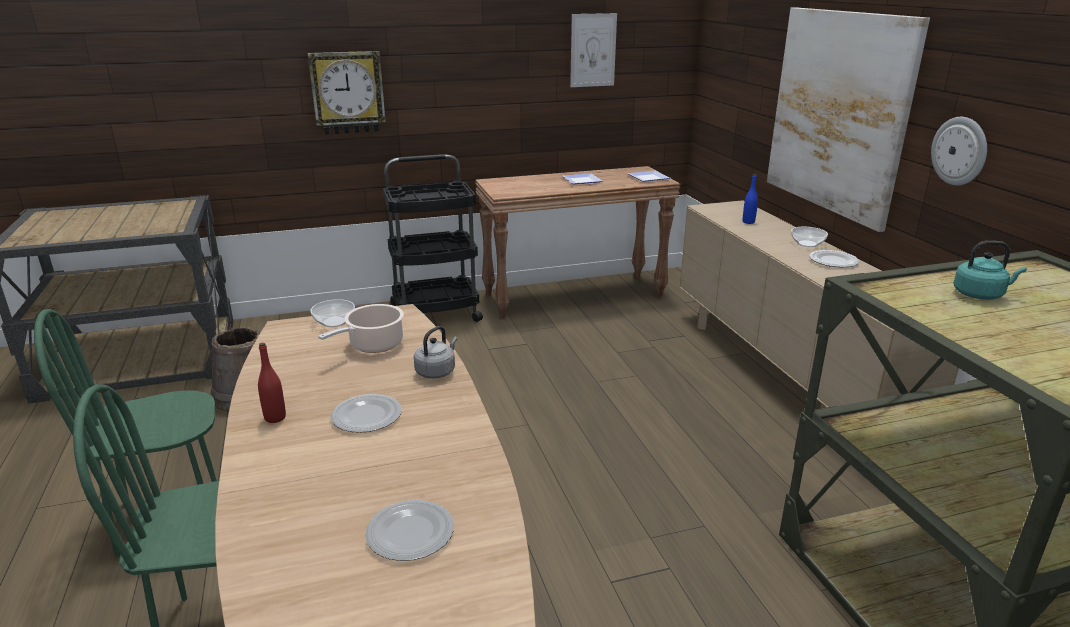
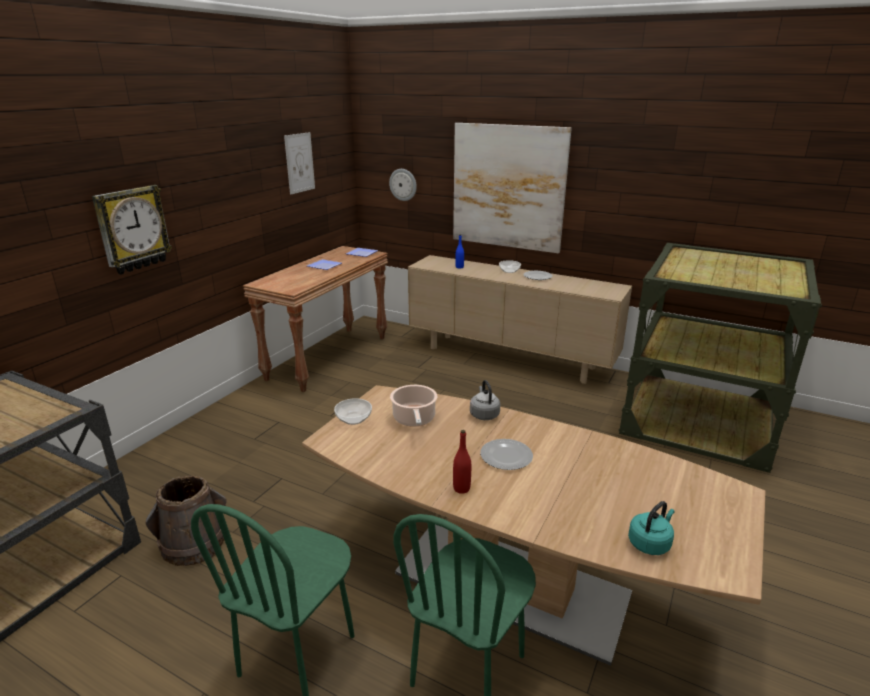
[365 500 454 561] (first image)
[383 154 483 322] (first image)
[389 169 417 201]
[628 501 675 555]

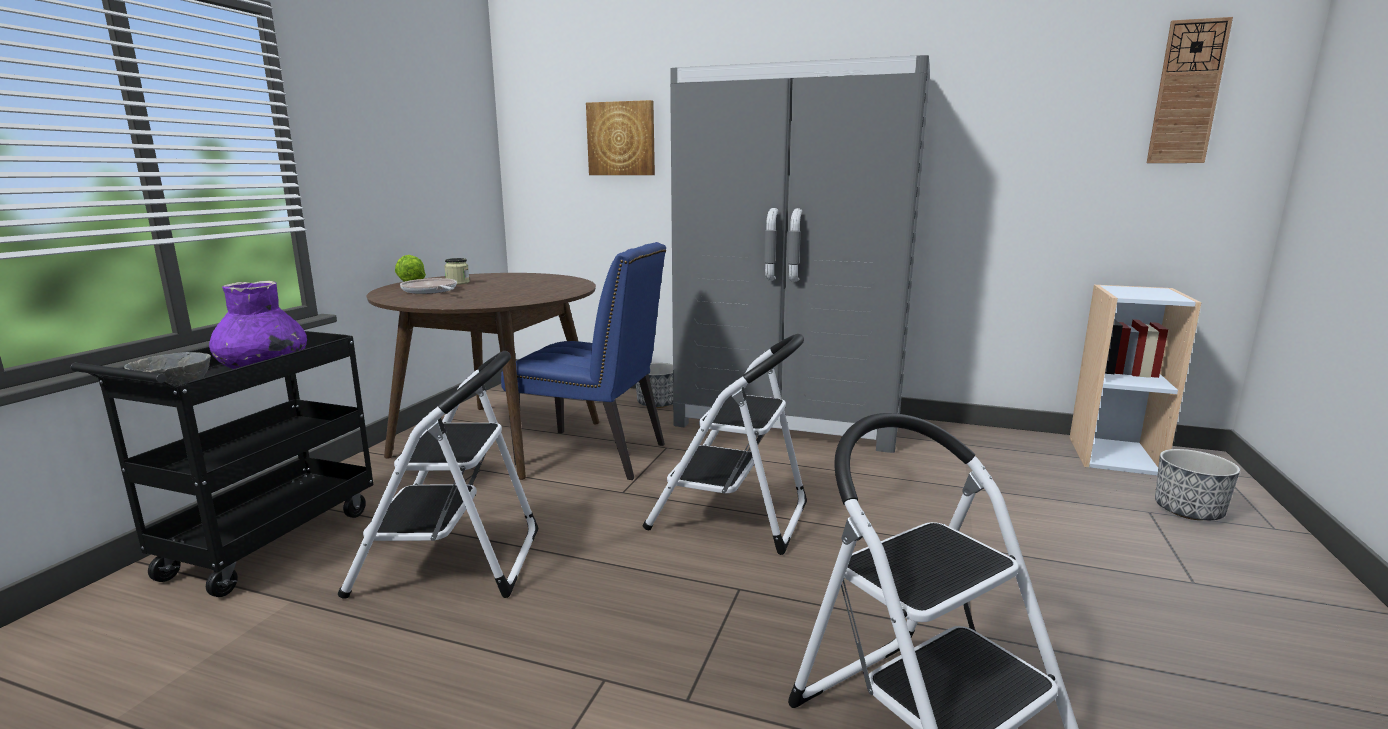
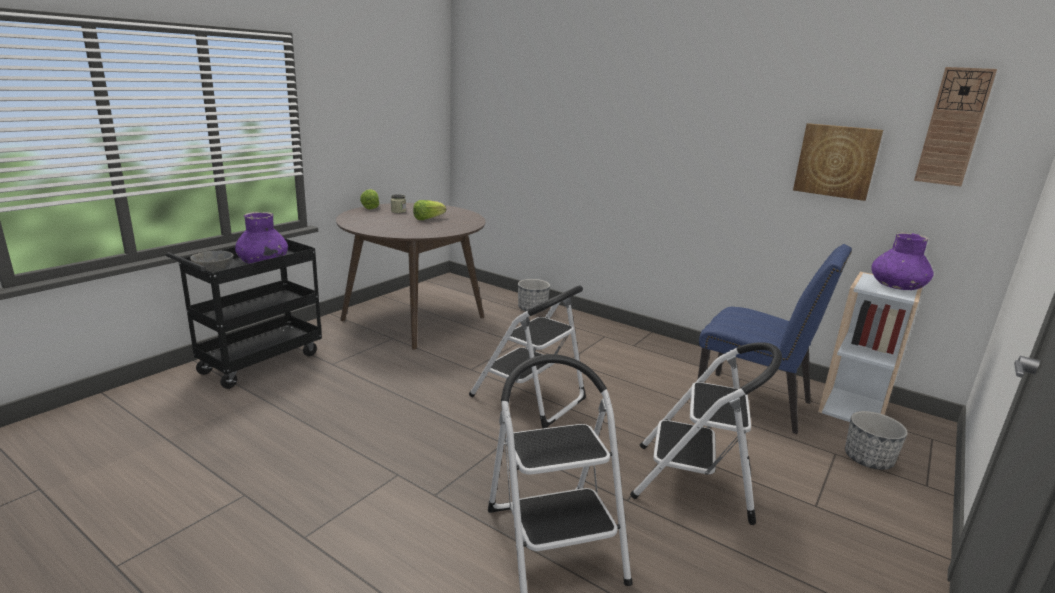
[630 342 782 525]
[400 278 457 294] (first image)
[698 244 852 434]
[793 123 883 201]
[670 55 930 453] (first image)
[413 200 446 220]
[871 232 934 290]

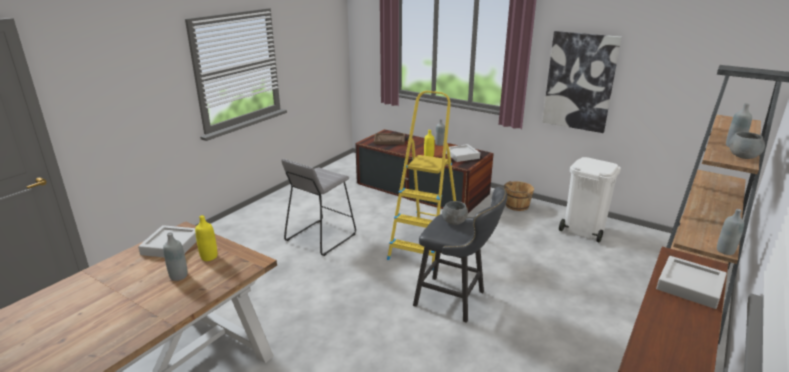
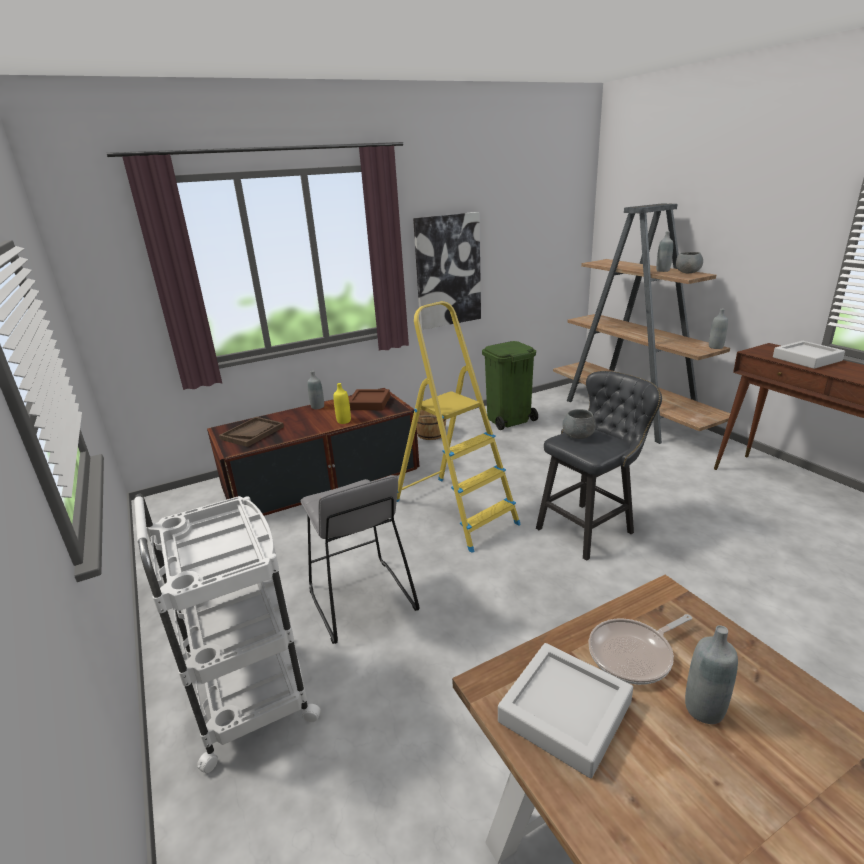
[589 614 692 685]
[349 389 390 410]
[482 341 538 430]
[134 494 321 773]

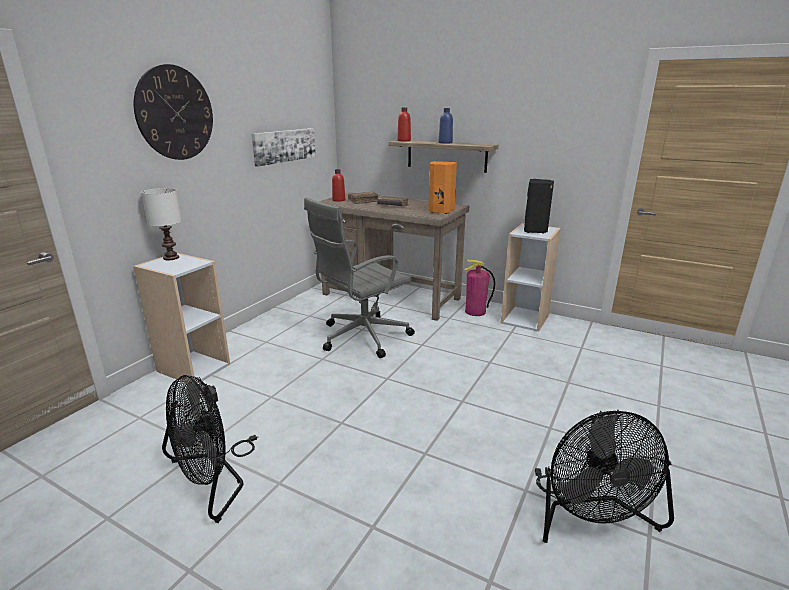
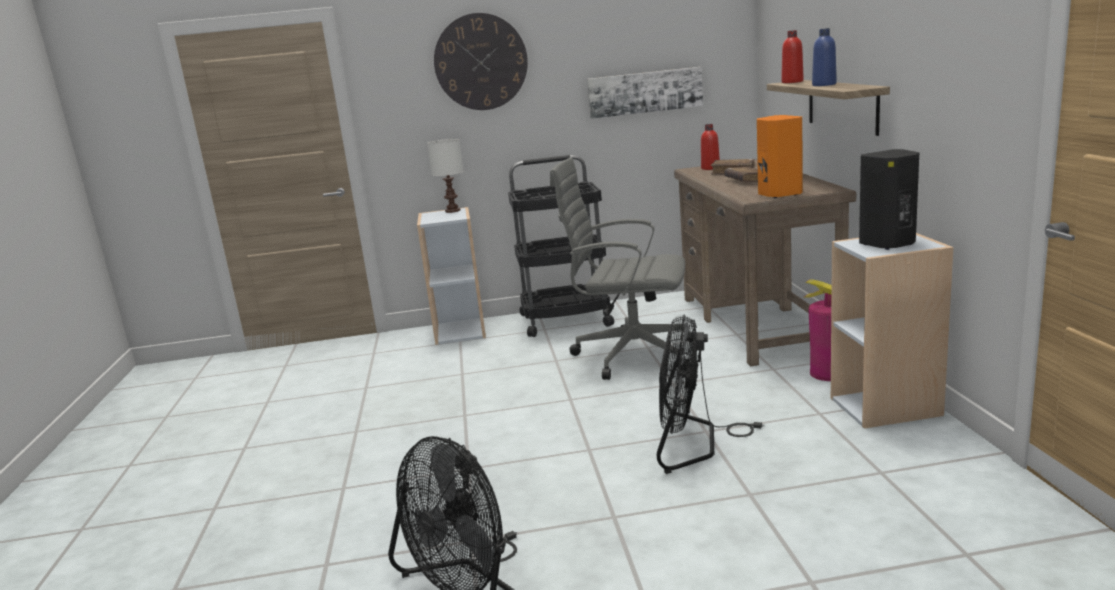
[657 315 764 474]
[508 155 614 337]

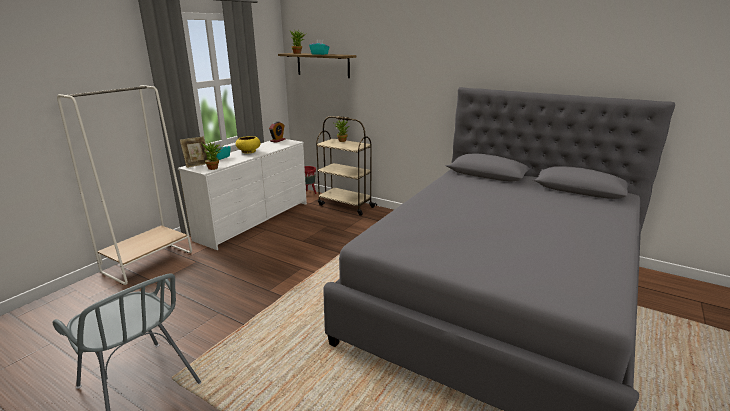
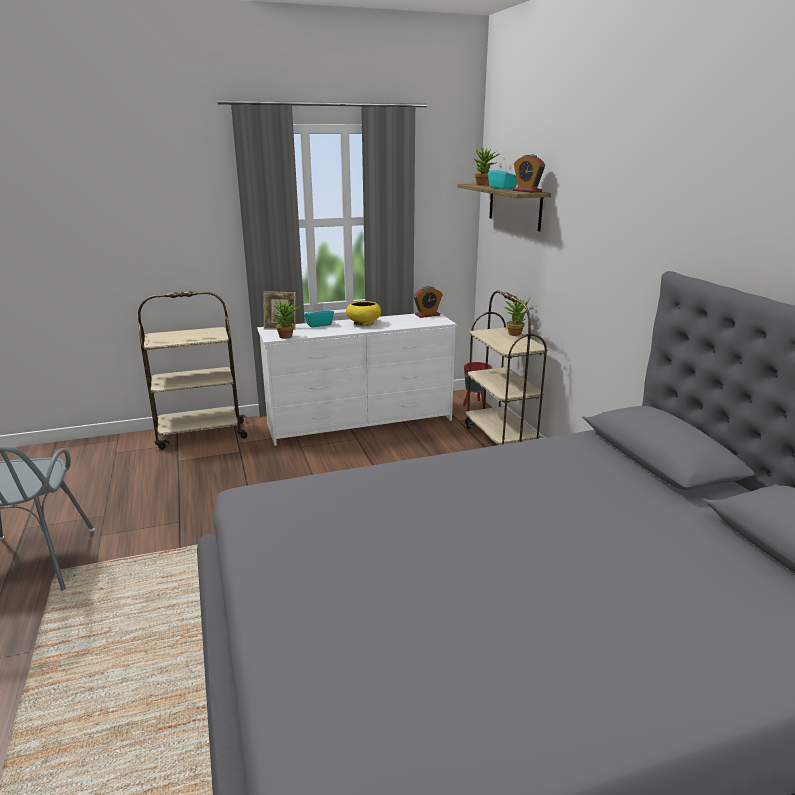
[138 291 247 450]
[513 154 545 193]

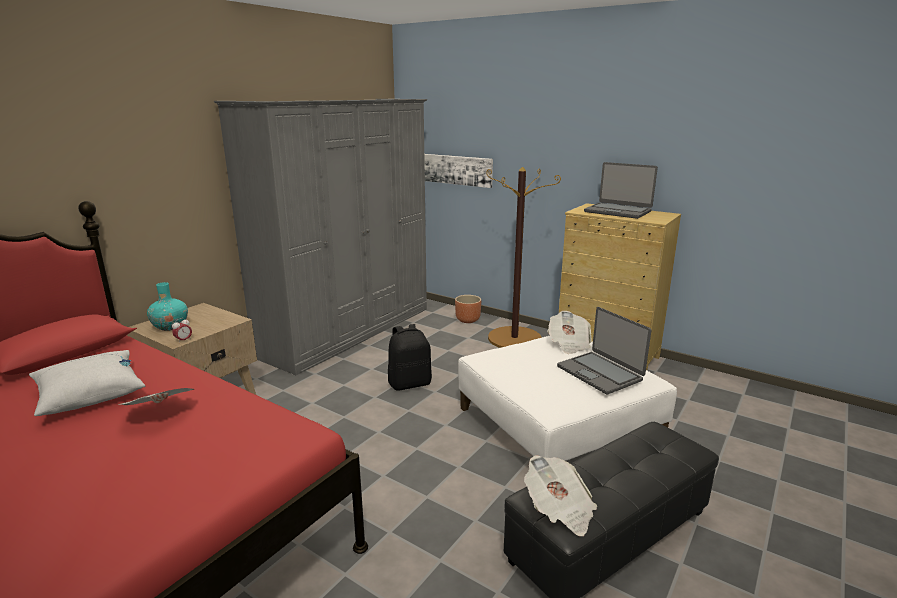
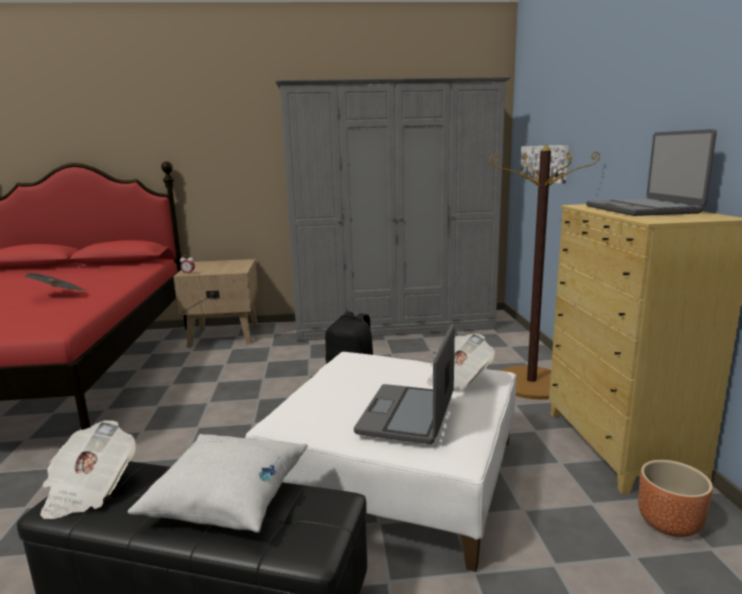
[128 434 308 533]
[147 282 188 331] (first image)
[638 460 713 537]

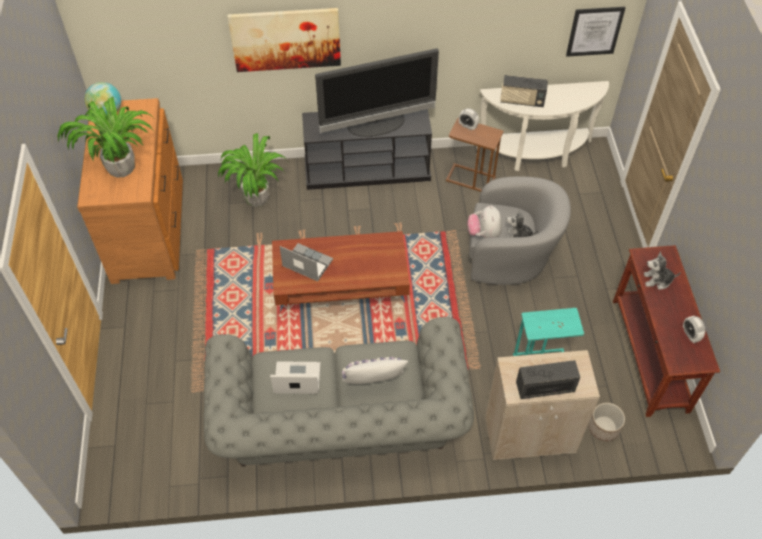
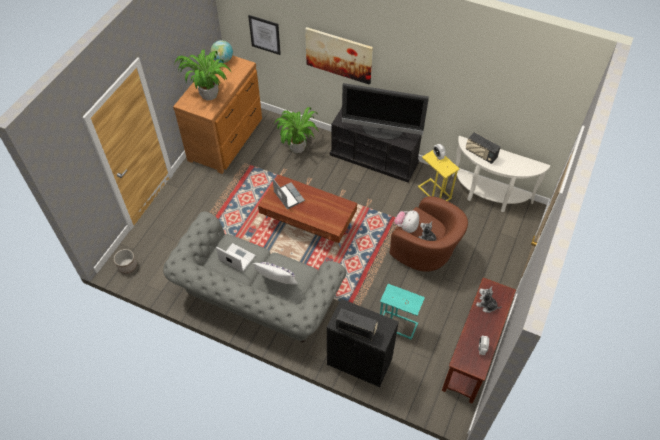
[418 150 459 201]
[389 196 468 271]
[327 299 399 387]
[248 15 281 55]
[114 249 137 274]

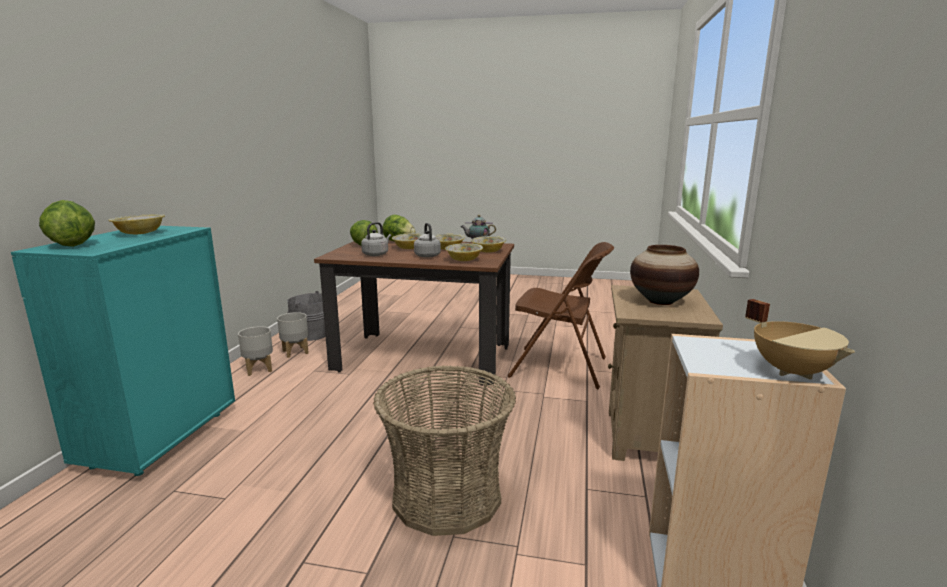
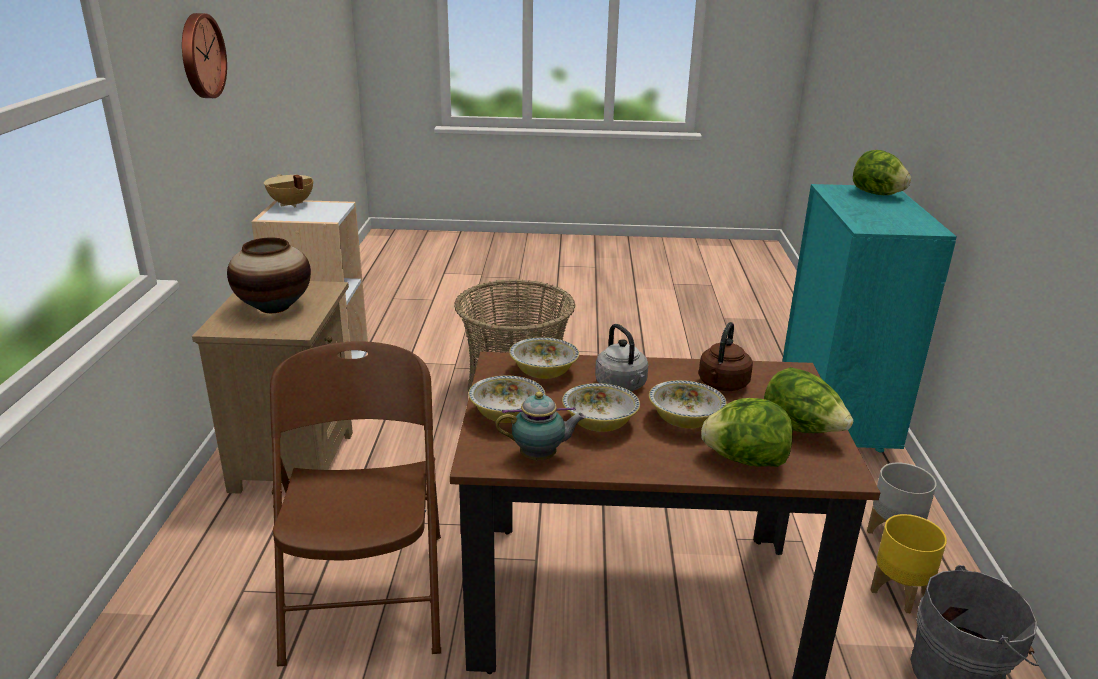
[108 214 165 234] (first image)
[871 514 947 613]
[699 322 753 391]
[270 341 441 667]
[182 13 227 98]

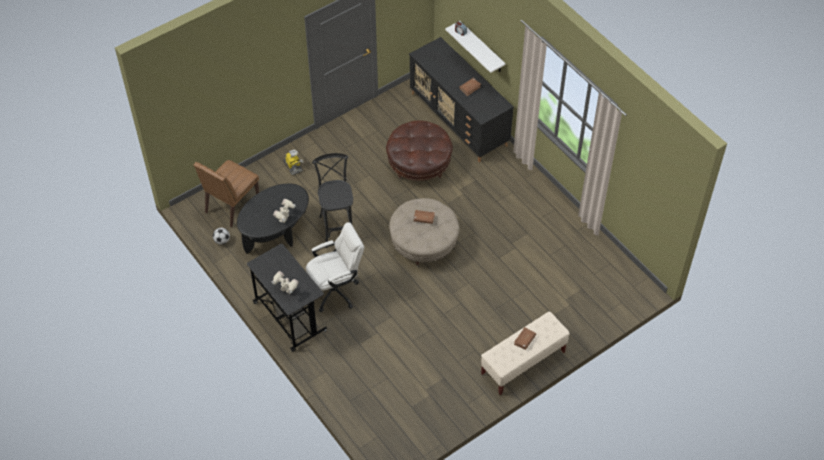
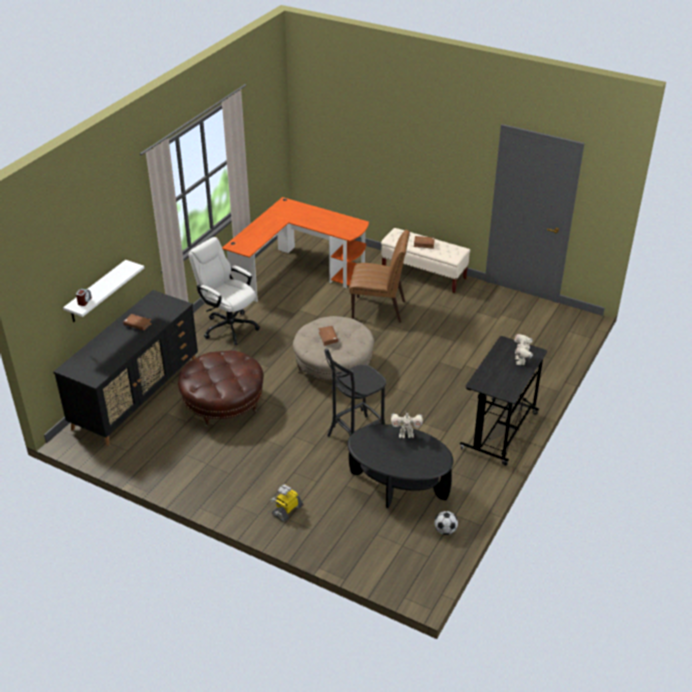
[349 230 410 323]
[188 237 260 346]
[222 197 369 302]

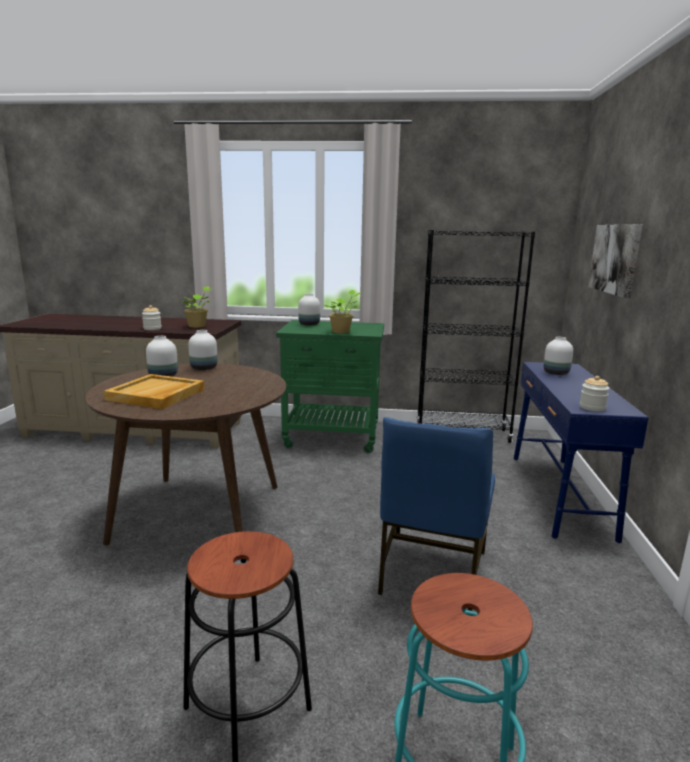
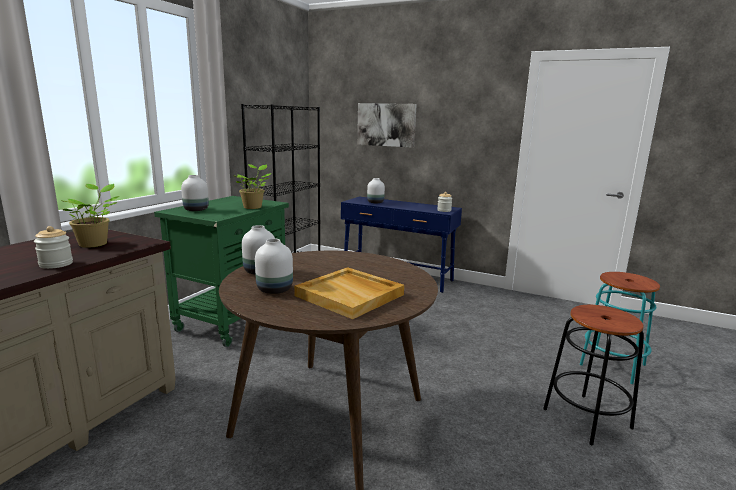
[378 417 495 611] (first image)

